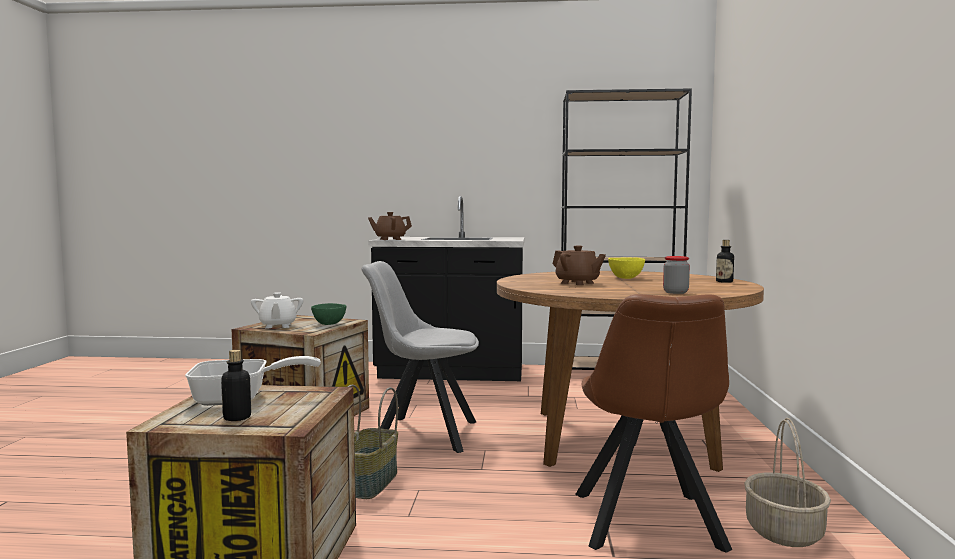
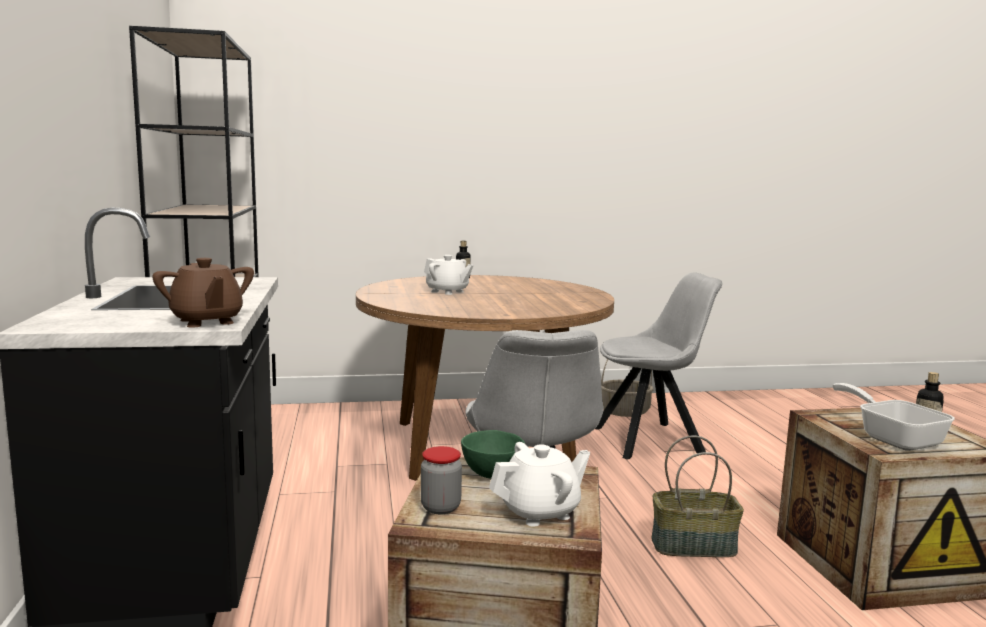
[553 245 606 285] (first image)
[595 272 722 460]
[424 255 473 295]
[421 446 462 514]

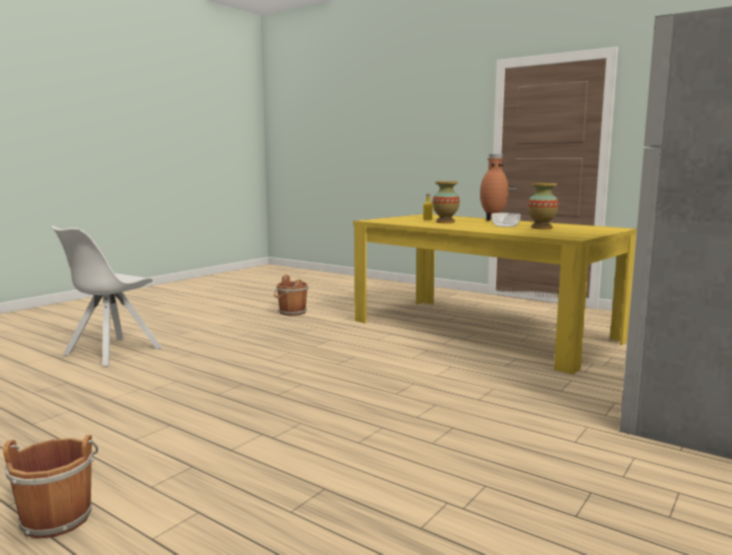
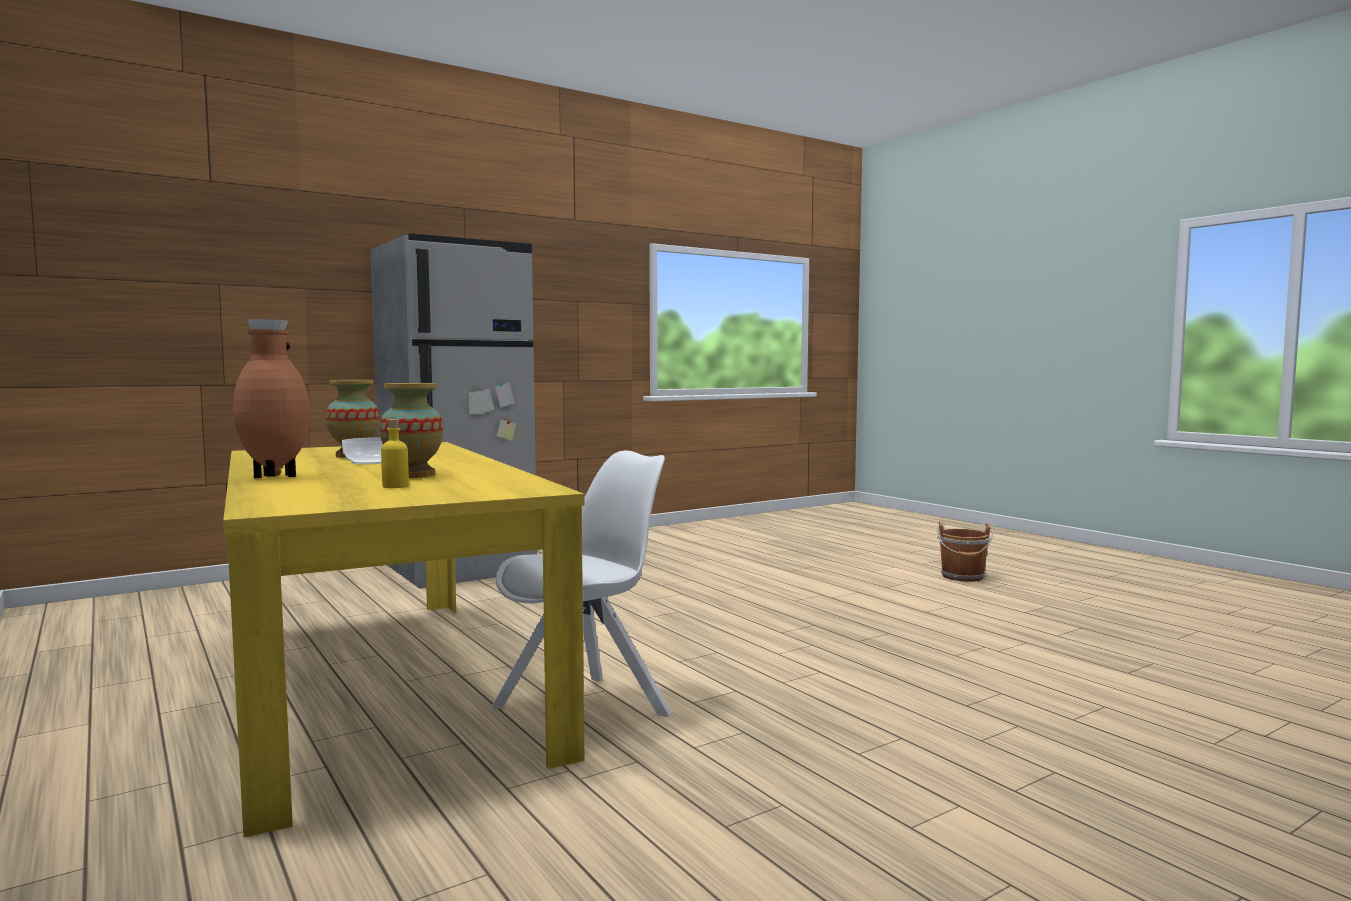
[491 451 672 716]
[274 275 309 316] (first image)

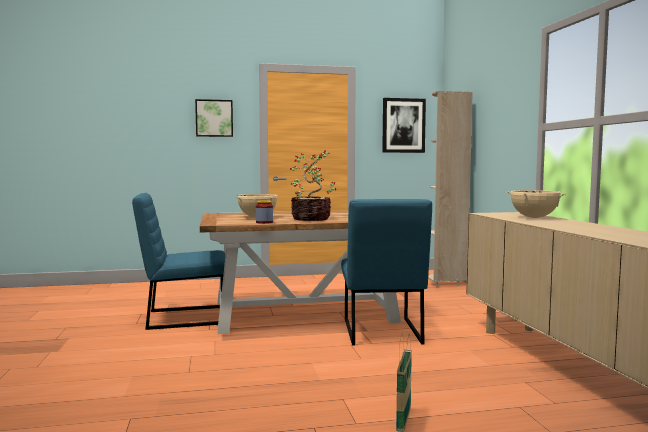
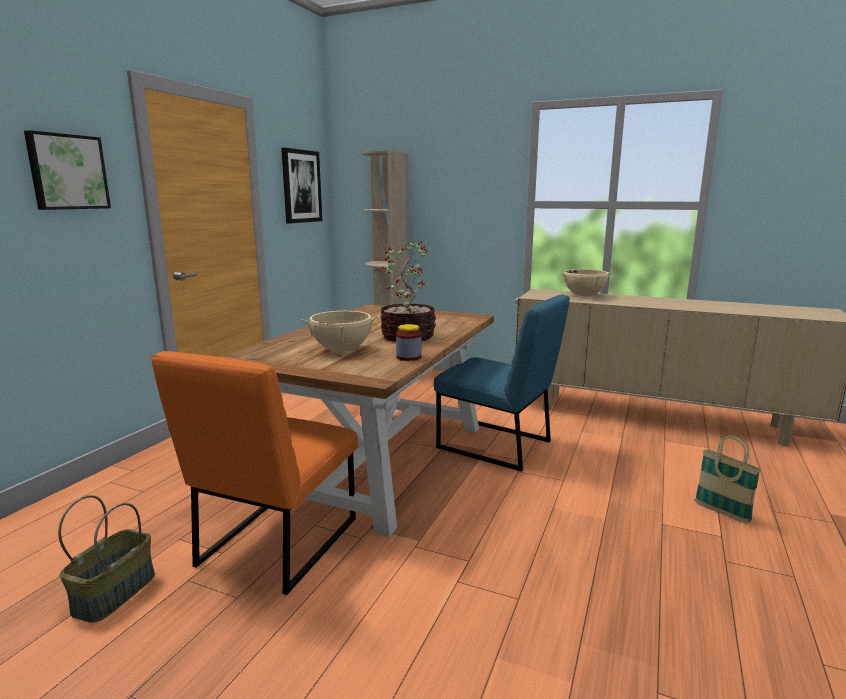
[151 351 358 595]
[58 495 155 623]

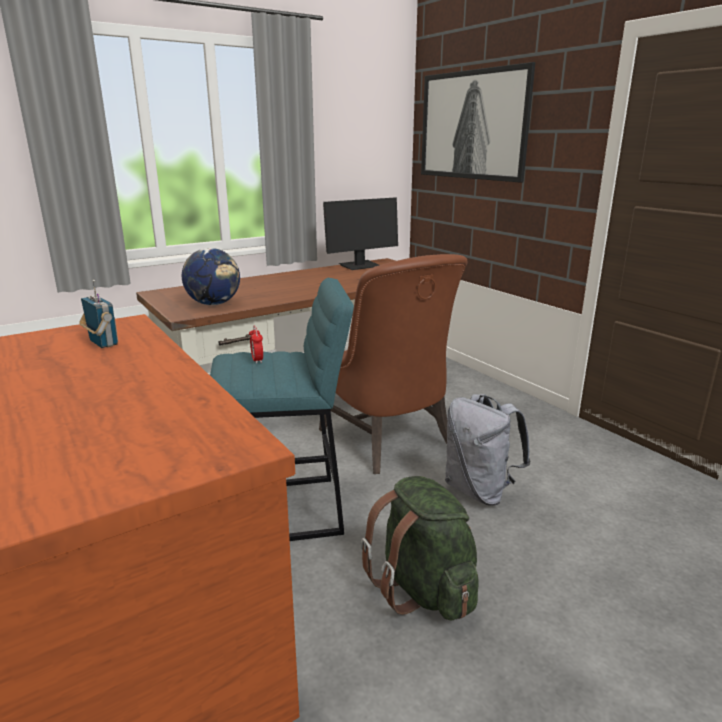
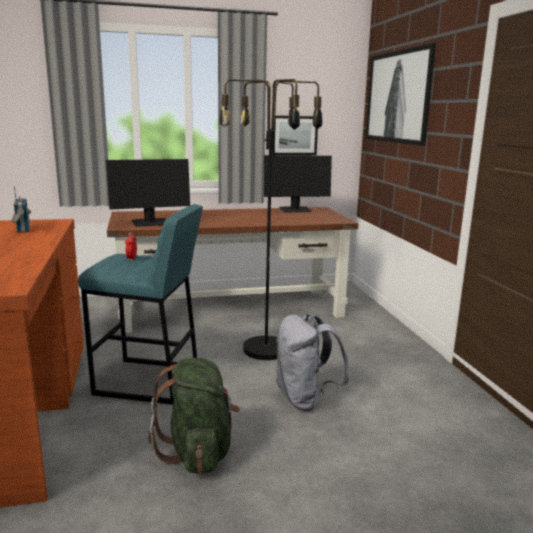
[106 159 190 227]
[220 79 322 360]
[272 116 318 155]

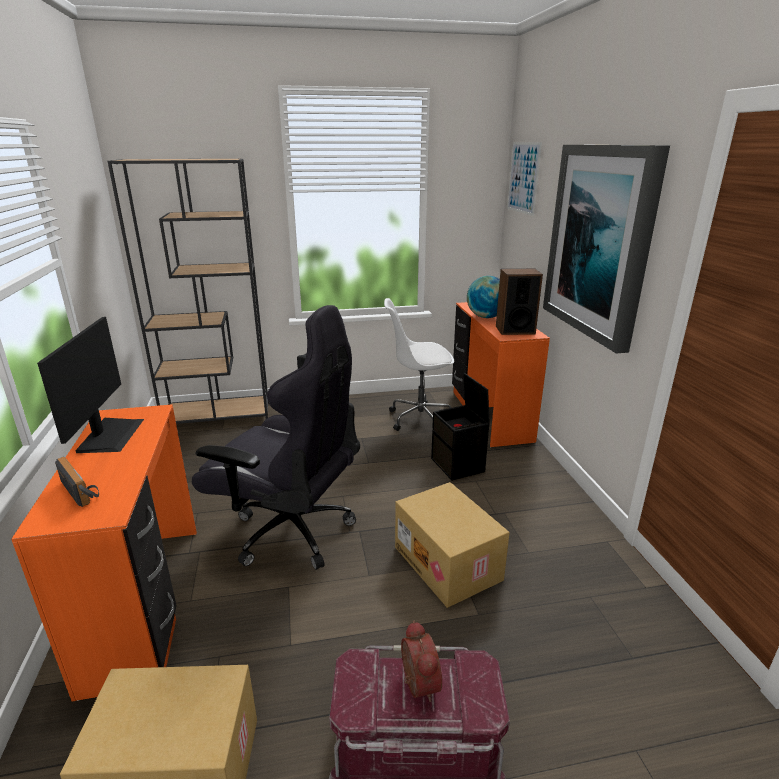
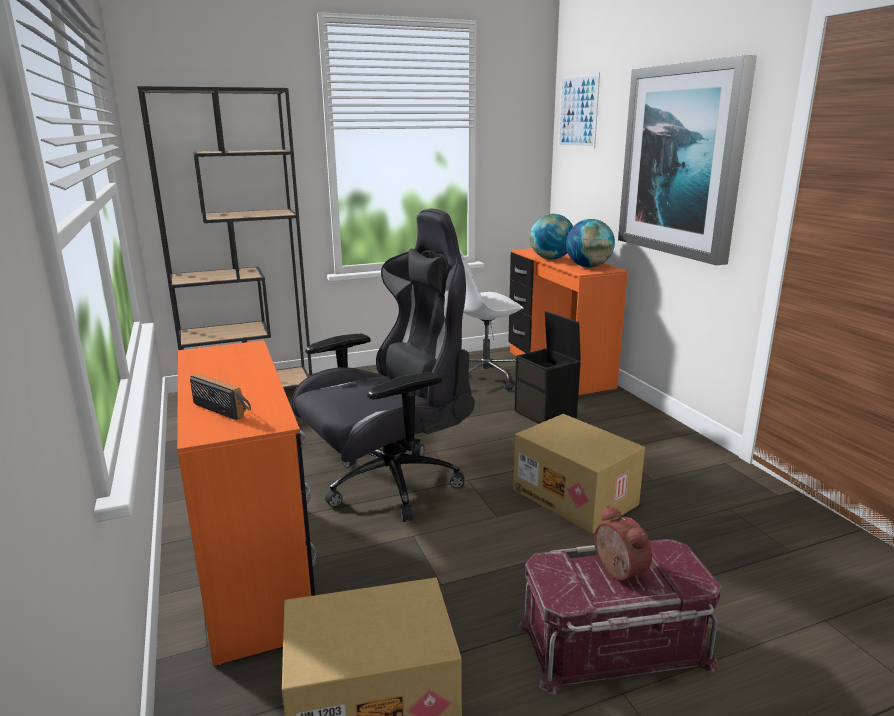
[37 317 144 453] (first image)
[291 209 475 522]
[566 219 615 267]

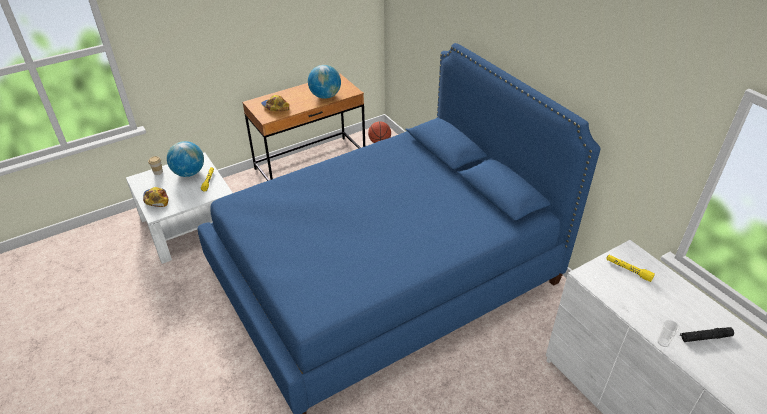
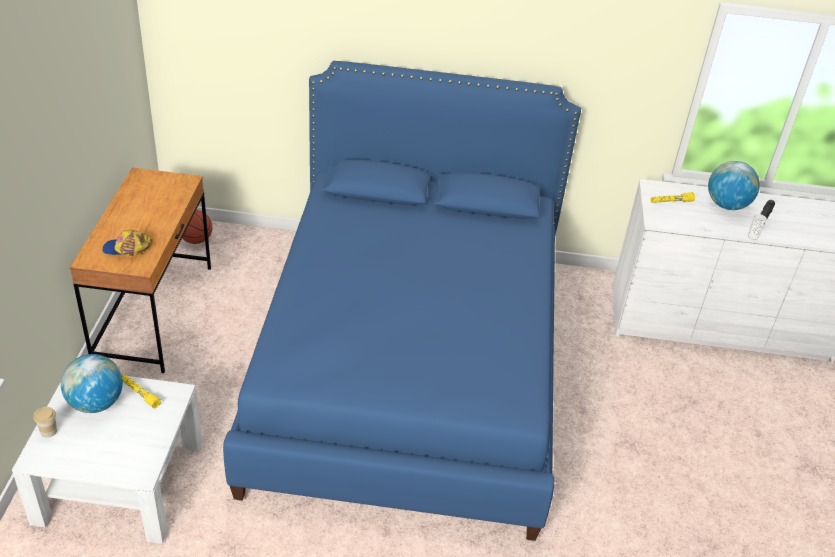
[143 187 168 207] (first image)
[708 161 760 210]

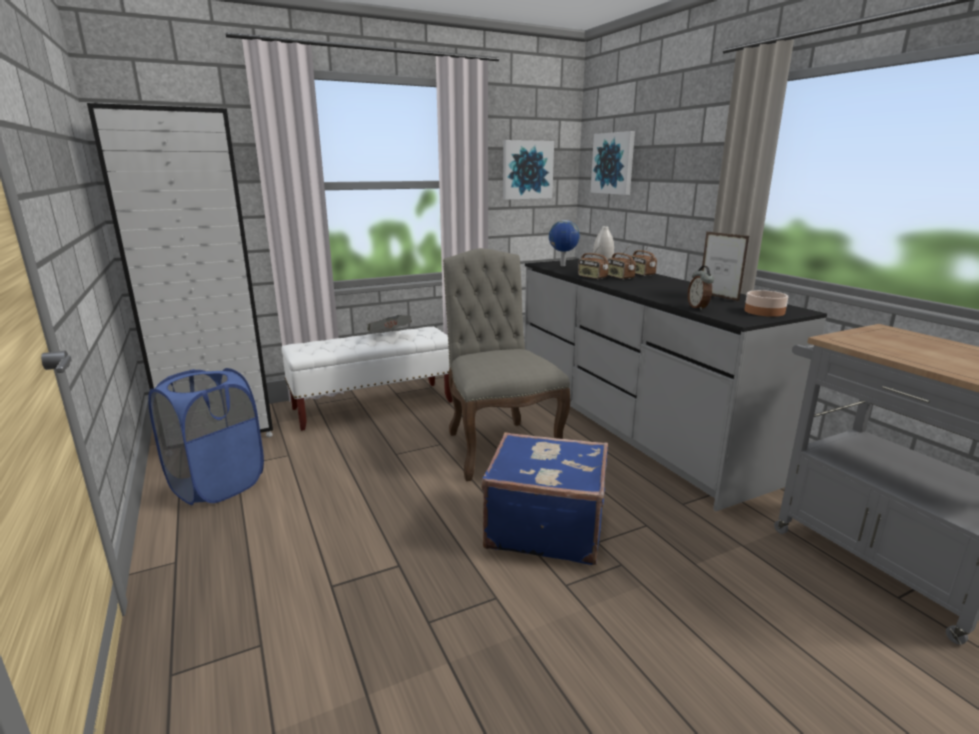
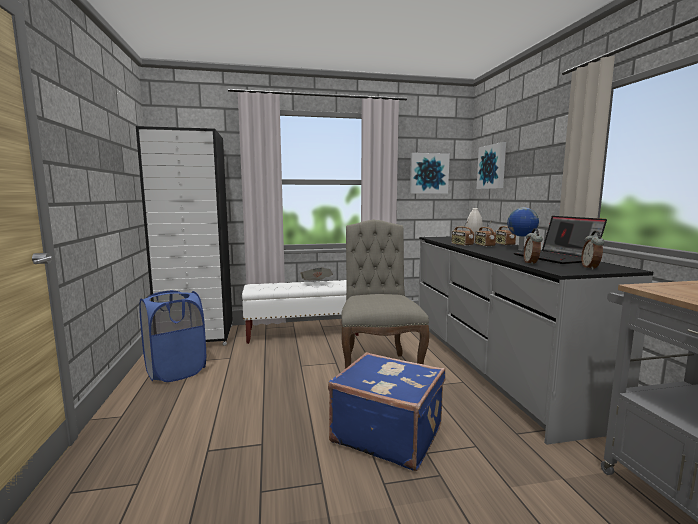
[507 207 539 250]
[514 216 607 264]
[581 231 605 270]

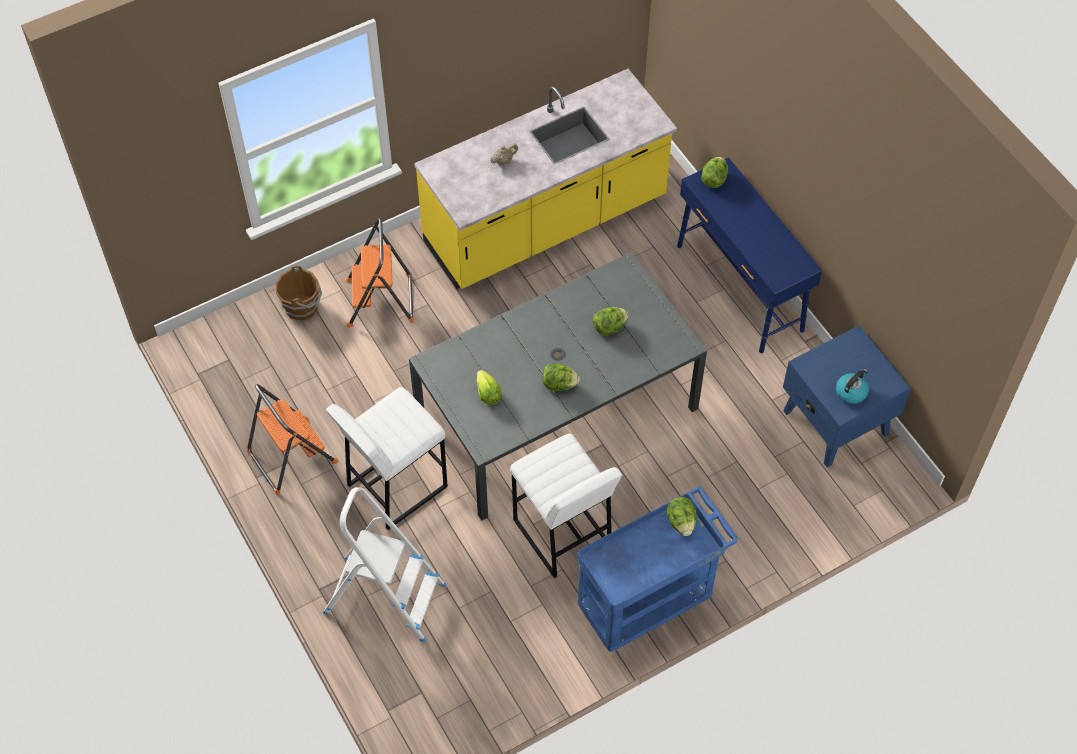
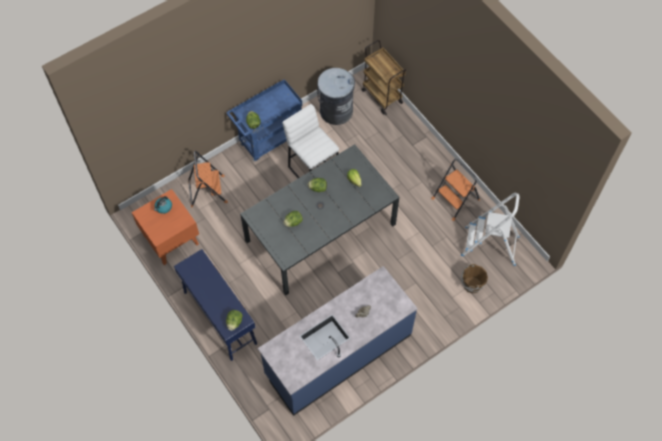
[461 193 520 266]
[325 387 448 530] (first image)
[188 151 228 207]
[258 266 418 416]
[132 189 199 265]
[317 68 355 125]
[361 40 406 115]

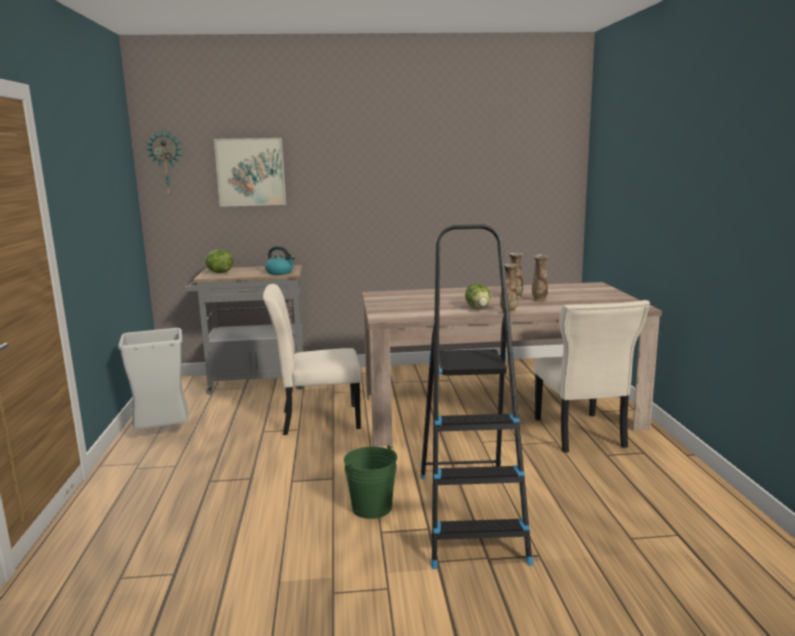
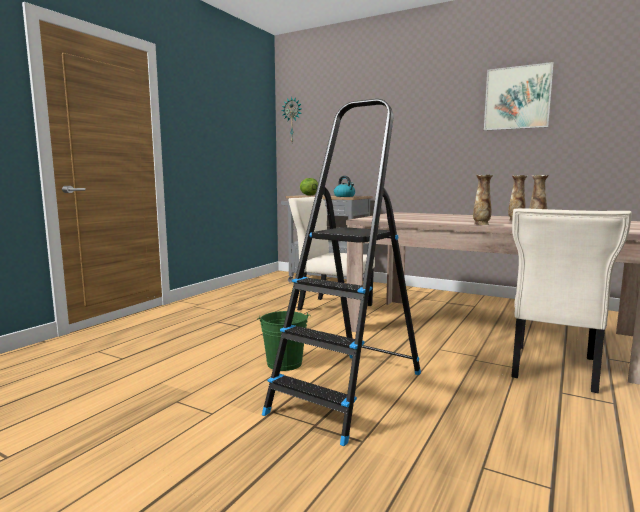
[118 328 188 429] (first image)
[484 62 554 131]
[465 283 490 309] (first image)

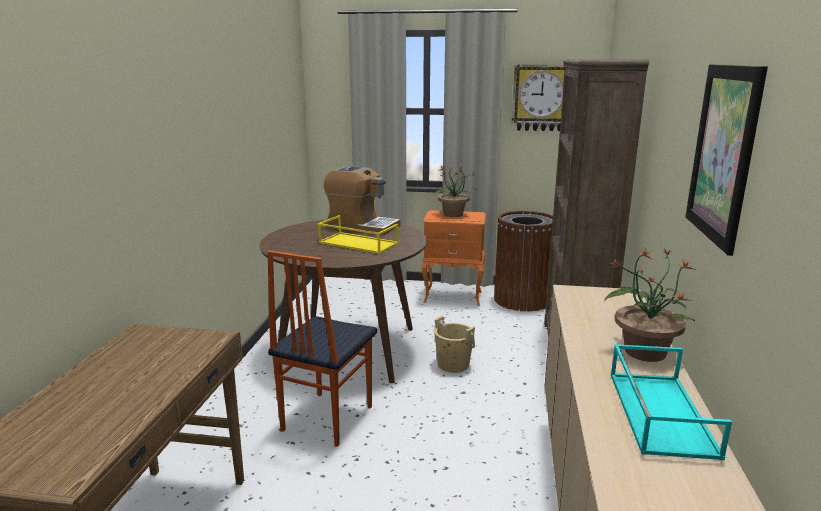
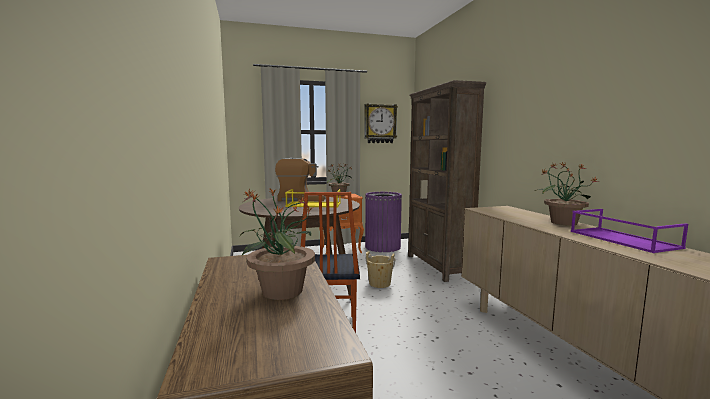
[365 192 402 252]
[571 209 688 253]
[686 64 768 256] (first image)
[240 188 315 300]

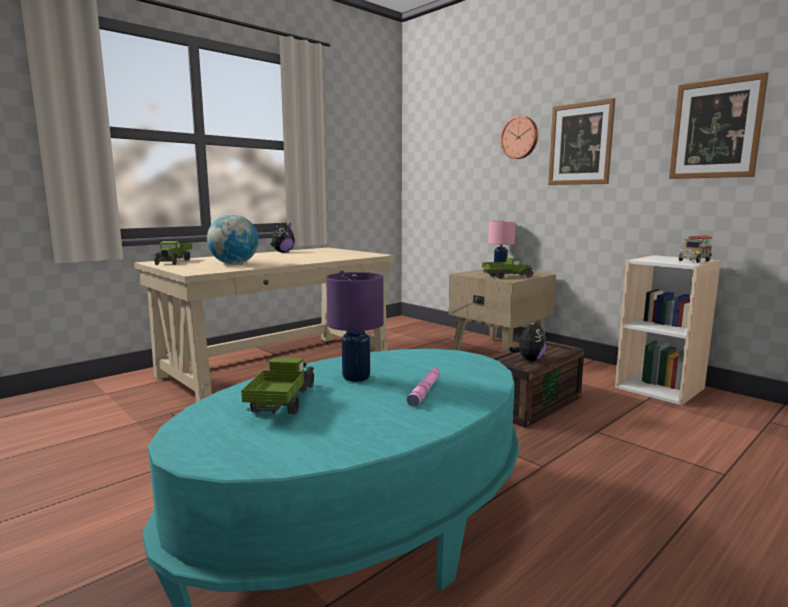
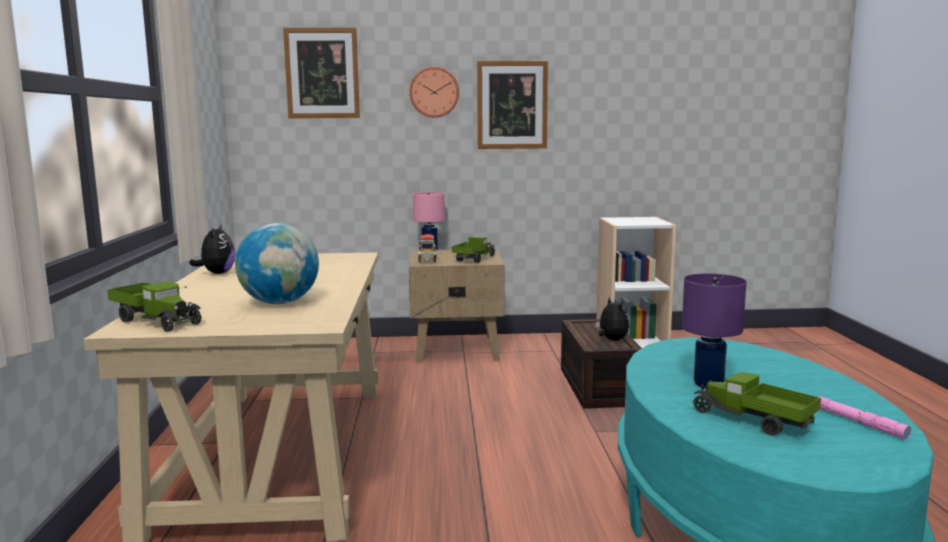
[819 396 912 440]
[283 28 360 118]
[418 234 437 263]

